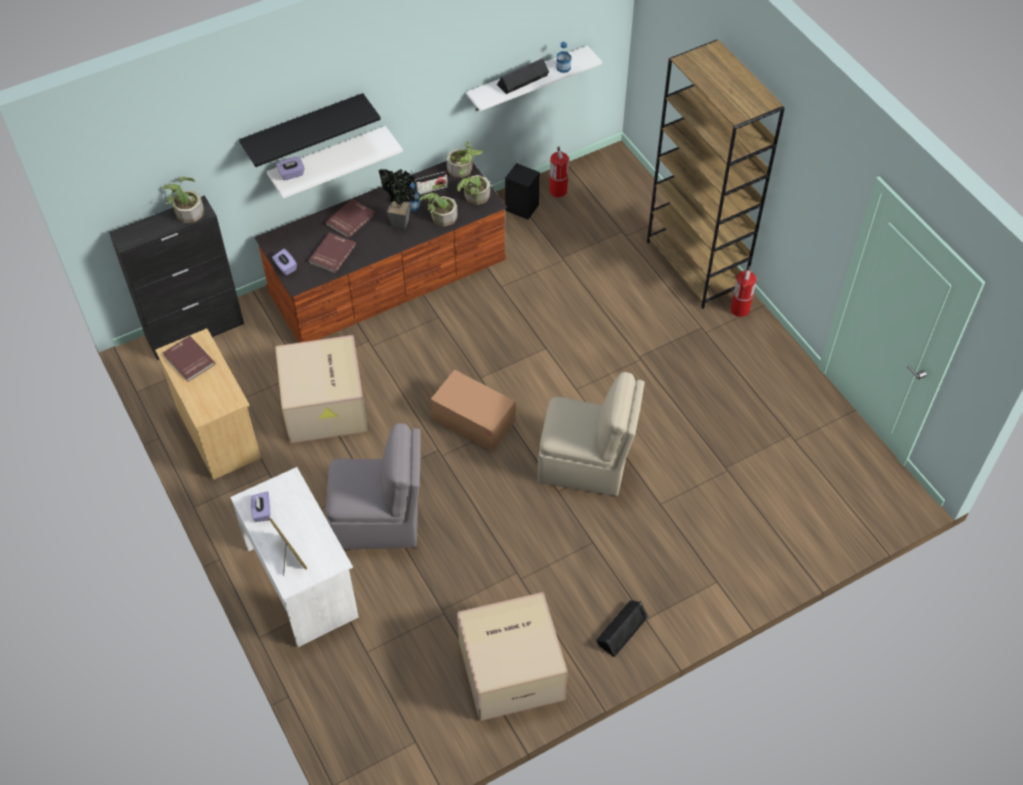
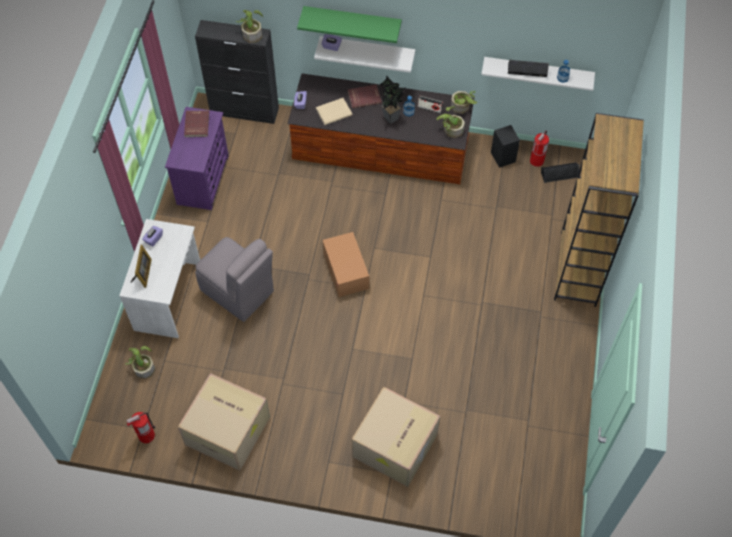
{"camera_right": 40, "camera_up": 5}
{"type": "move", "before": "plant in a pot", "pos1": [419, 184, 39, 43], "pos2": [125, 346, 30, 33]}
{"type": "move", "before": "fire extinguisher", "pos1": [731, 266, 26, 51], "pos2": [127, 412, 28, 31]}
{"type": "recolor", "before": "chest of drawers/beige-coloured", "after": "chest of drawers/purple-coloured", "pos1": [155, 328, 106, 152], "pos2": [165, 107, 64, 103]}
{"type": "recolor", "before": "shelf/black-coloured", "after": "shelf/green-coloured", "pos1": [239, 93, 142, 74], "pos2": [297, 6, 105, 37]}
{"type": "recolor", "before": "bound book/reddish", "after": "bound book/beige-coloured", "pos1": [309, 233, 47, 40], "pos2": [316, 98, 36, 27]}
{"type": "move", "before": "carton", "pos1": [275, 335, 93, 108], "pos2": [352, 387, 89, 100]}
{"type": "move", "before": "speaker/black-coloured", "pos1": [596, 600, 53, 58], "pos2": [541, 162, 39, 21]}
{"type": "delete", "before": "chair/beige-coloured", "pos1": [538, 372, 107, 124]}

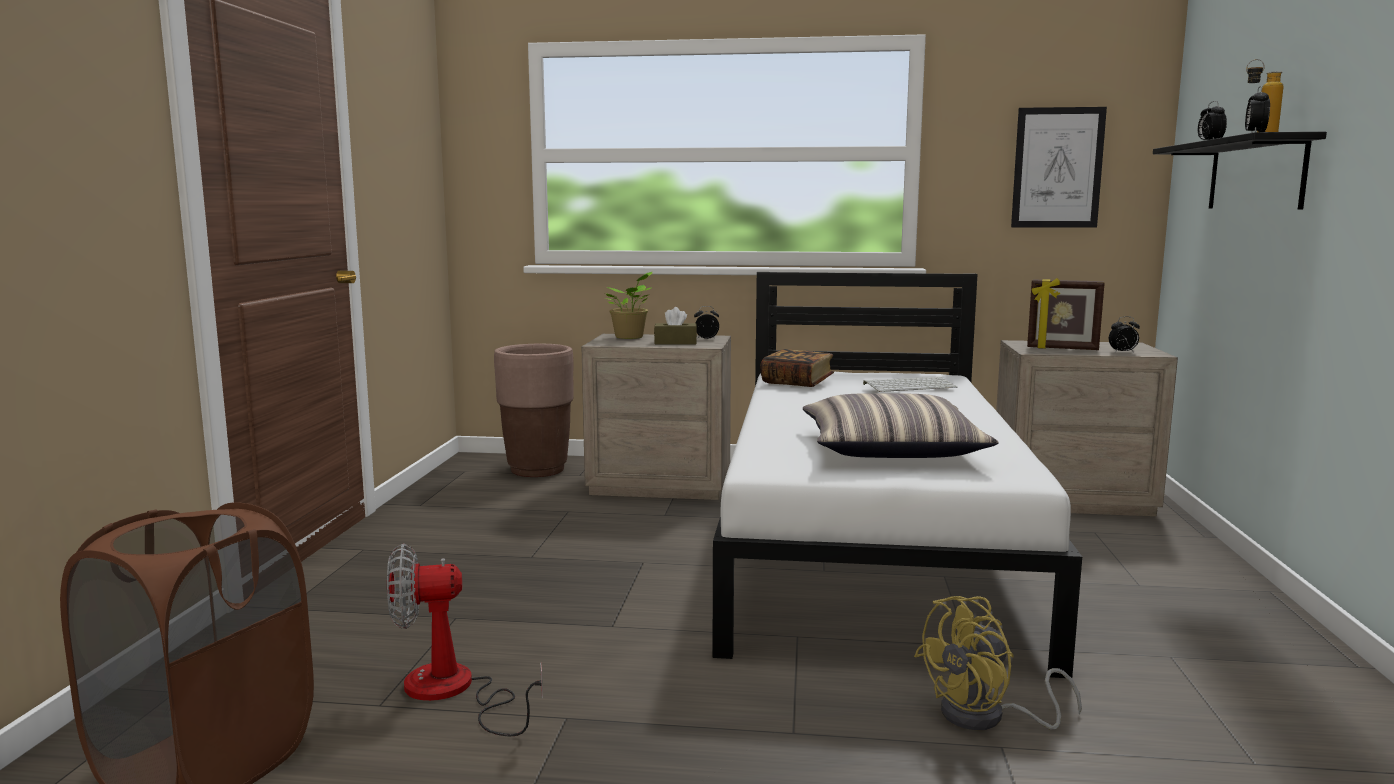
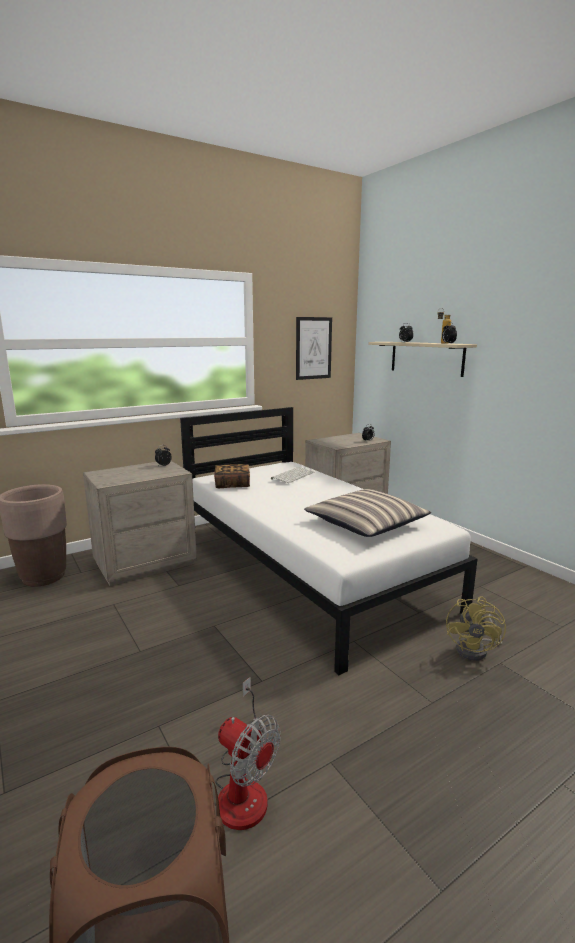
{"camera_right": -40, "camera_up": 5}
{"type": "rotate", "before": "electric fan", "pos1": [387, 544, 156, 193], "pos2": [215, 677, 66, 153], "turn": -90}
{"type": "recolor", "before": "shelf/black-coloured", "after": "shelf/beige-coloured", "pos1": [1153, 132, 174, 78], "pos2": [368, 342, 109, 35]}
{"type": "delete", "before": "plant in a pot", "pos1": [605, 272, 47, 67]}
{"type": "delete", "before": "tissue box/brown", "pos1": [654, 307, 43, 37]}
{"type": "delete", "before": "photo frame", "pos1": [1027, 278, 78, 72]}

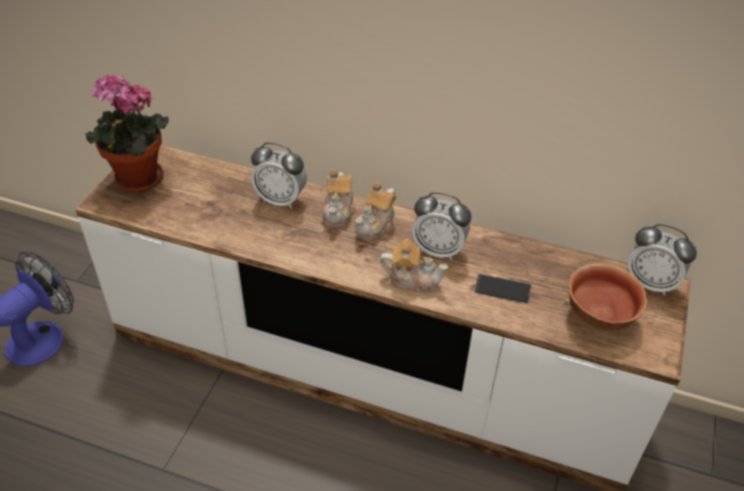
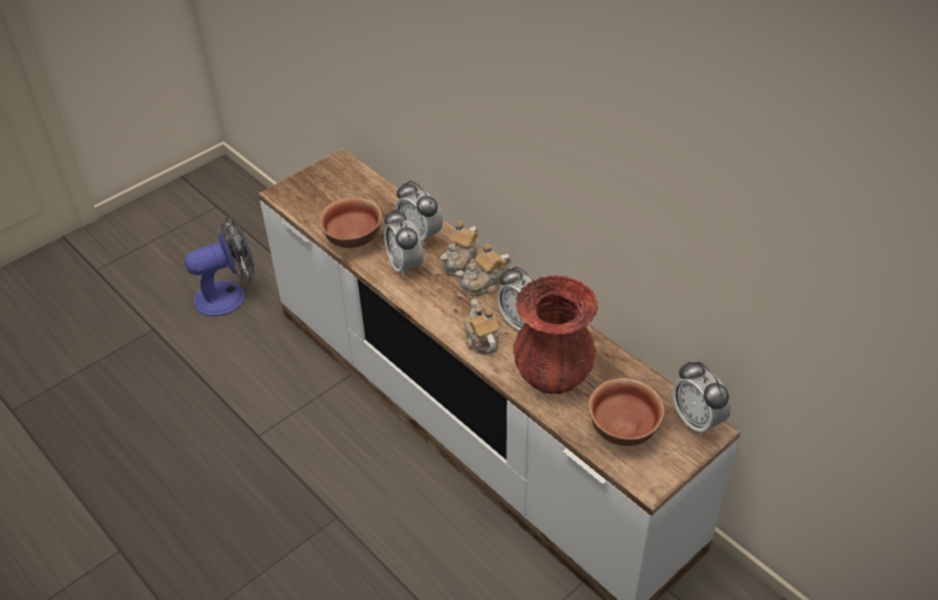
{"camera_right": 30, "camera_up": 0}
{"type": "insert", "after": "bowl", "pos2": [319, 197, 63, 51]}
{"type": "insert", "after": "table clock", "pos2": [384, 209, 39, 68]}
{"type": "rotate", "before": "teapot", "pos1": [380, 239, 68, 54], "pos2": [464, 298, 36, 57], "turn": -150}
{"type": "replace", "before": "handset", "after": "flower vase/reddish", "pos1": [474, 274, 57, 29], "pos2": [513, 275, 86, 119]}
{"type": "delete", "before": "plant in a pot", "pos1": [85, 75, 84, 118]}

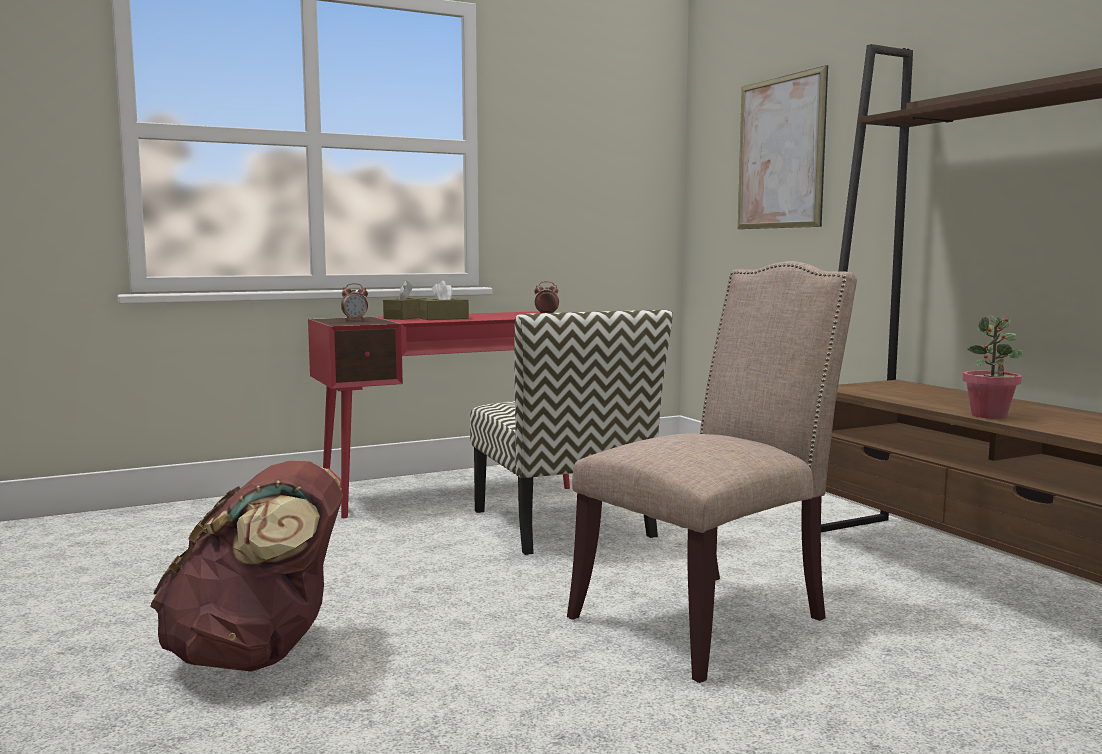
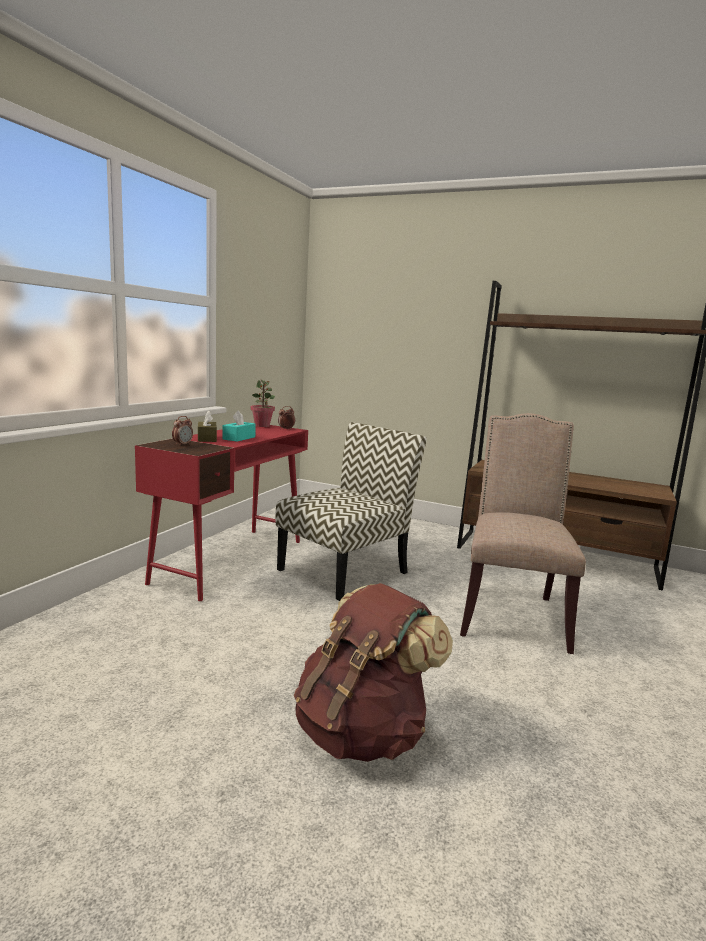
{"camera_right": -40, "camera_up": 5}
{"type": "recolor", "before": "tissue box/brown", "after": "tissue box/turquoise-coloured", "pos1": [419, 281, 50, 39], "pos2": [222, 410, 34, 32]}
{"type": "move", "before": "plant in a pot", "pos1": [963, 315, 61, 104], "pos2": [250, 380, 25, 47]}
{"type": "rotate", "before": "chair", "pos1": [470, 310, 203, 245], "pos2": [275, 422, 152, 179], "turn": -75}
{"type": "delete", "before": "picture", "pos1": [738, 65, 90, 164]}

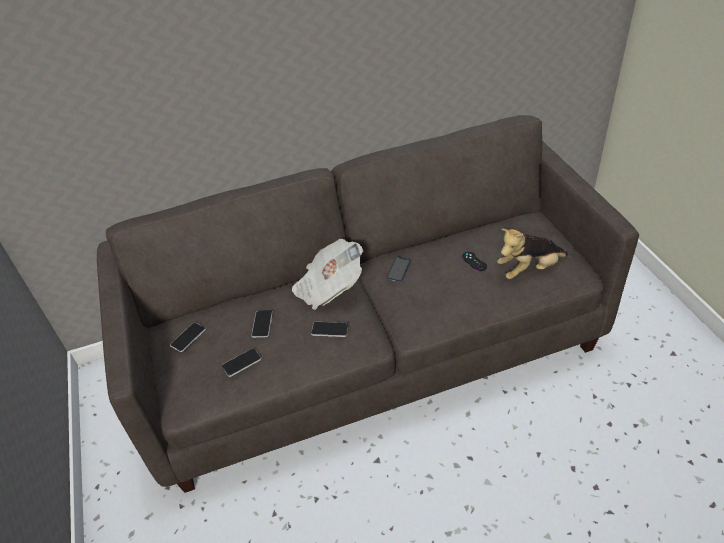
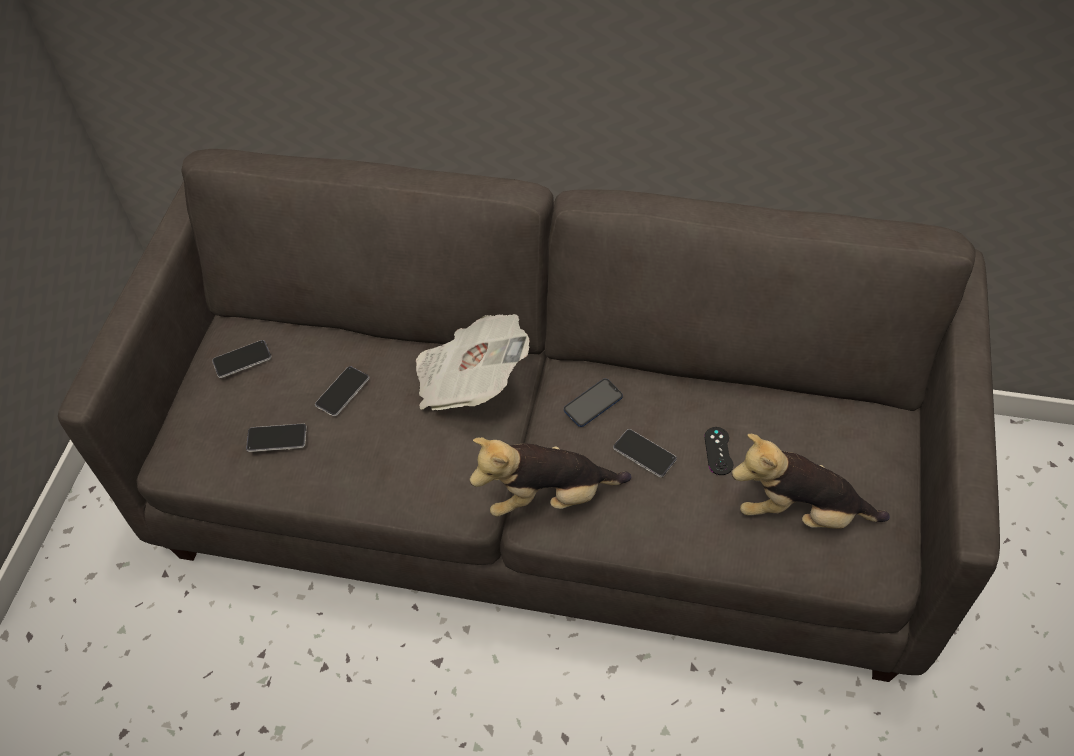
{"camera_right": 30, "camera_up": 10}
{"type": "insert", "after": "soft toy", "pos2": [470, 437, 161, 80]}
{"type": "move", "before": "handset", "pos1": [311, 322, 38, 15], "pos2": [613, 429, 64, 48]}

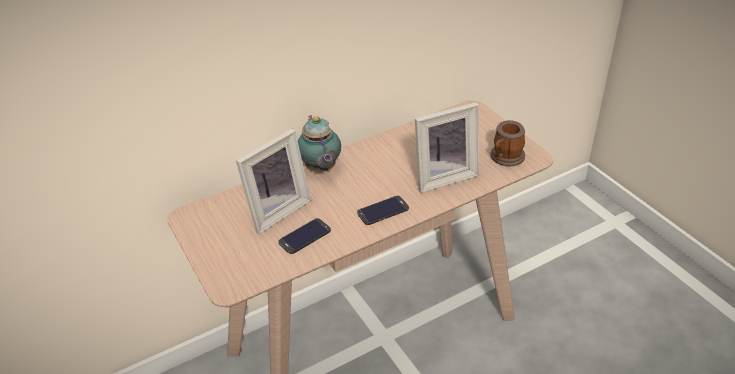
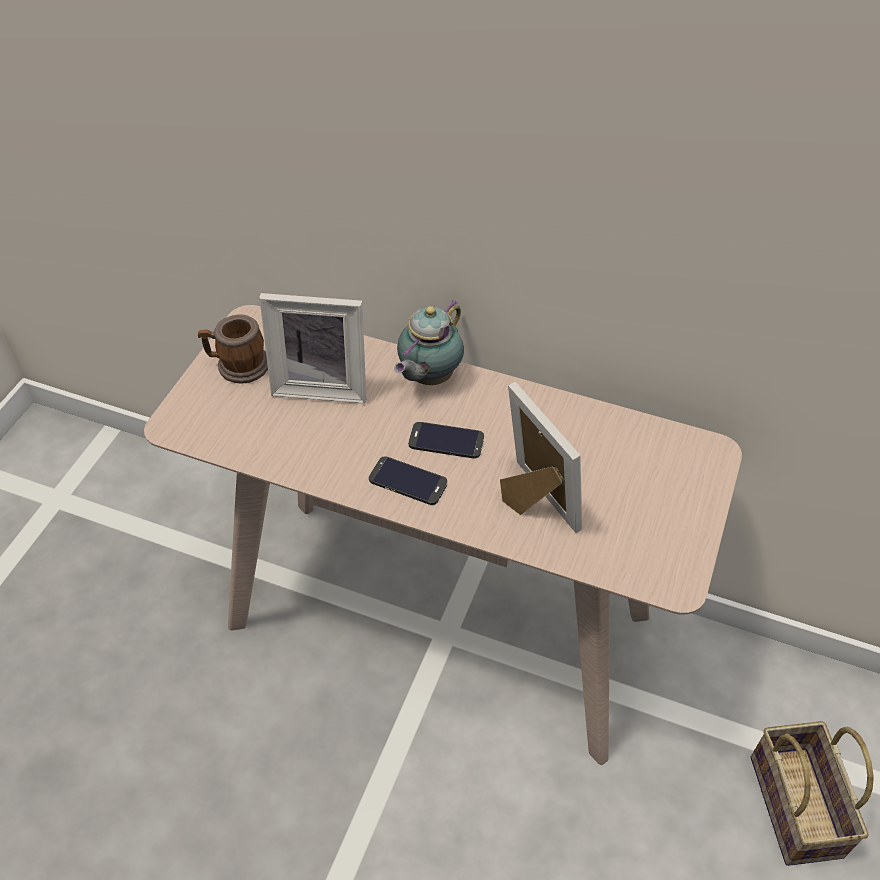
{"camera_right": 50, "camera_up": 10}
{"type": "move", "before": "mug", "pos1": [490, 120, 35, 46], "pos2": [198, 314, 70, 70]}
{"type": "move", "before": "handset", "pos1": [278, 218, 53, 36], "pos2": [408, 422, 76, 36]}
{"type": "rotate", "before": "photo frame", "pos1": [415, 102, 64, 91], "pos2": [500, 382, 82, 151], "turn": -150}
{"type": "insert", "after": "storage basket", "pos2": [751, 721, 123, 145]}

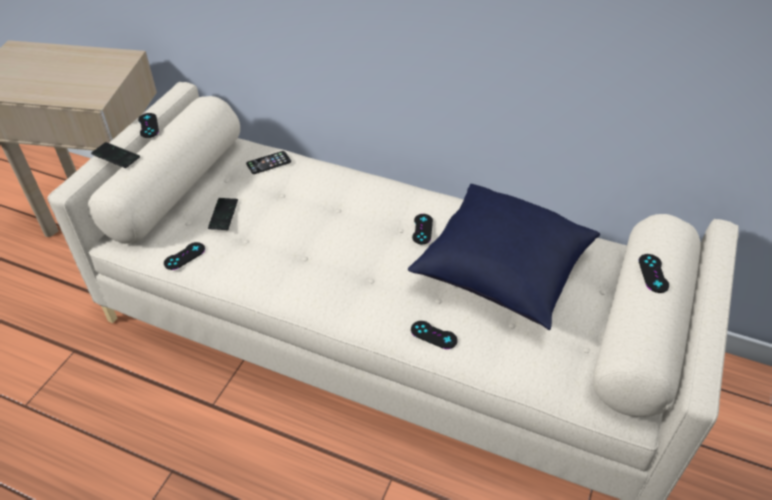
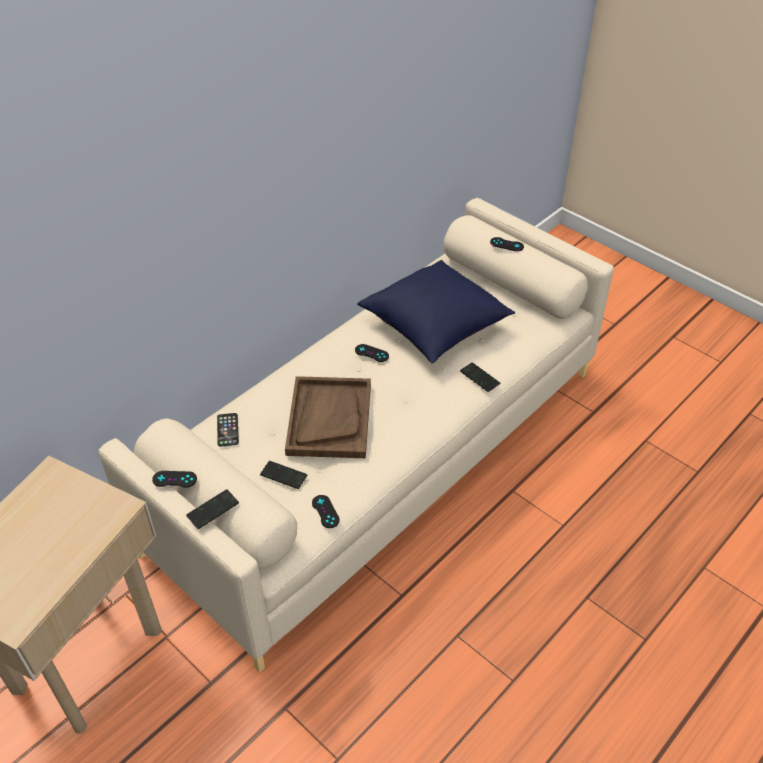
{"camera_right": -70, "camera_up": 0}
{"type": "insert", "after": "carrying tray/brown", "pos2": [285, 376, 86, 82]}
{"type": "replace", "before": "gamepad/black-coloured", "after": "handset", "pos1": [411, 321, 47, 28], "pos2": [460, 362, 40, 30]}

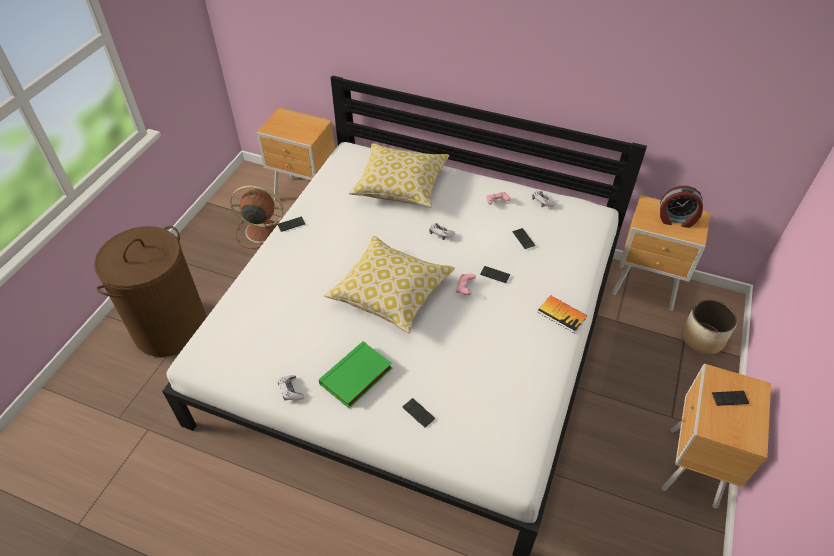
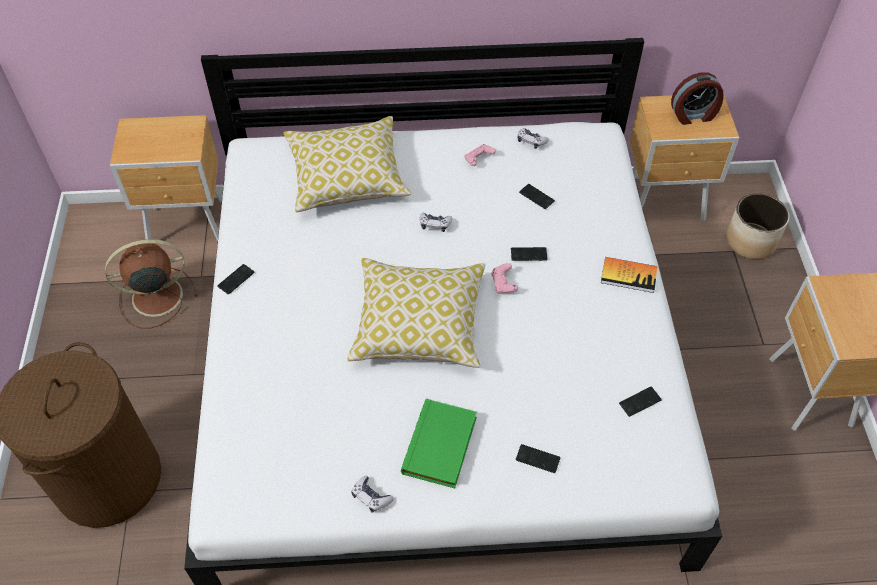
{"camera_right": -25, "camera_up": 5}
{"type": "move", "before": "handset", "pos1": [712, 391, 37, 15], "pos2": [619, 386, 43, 31]}

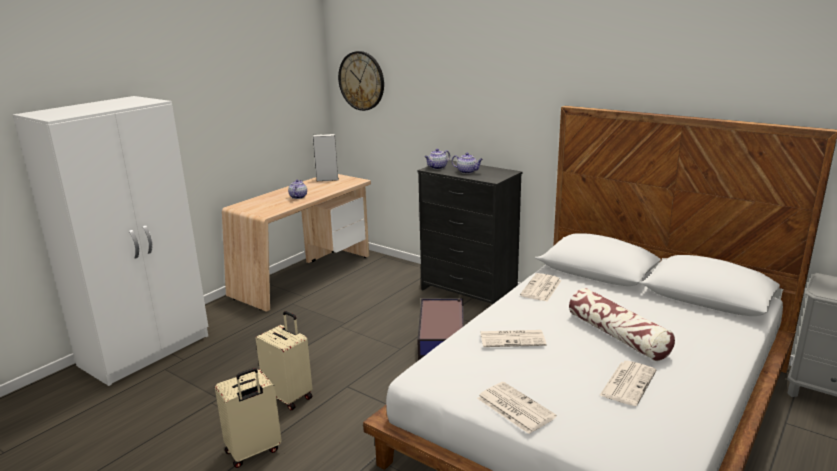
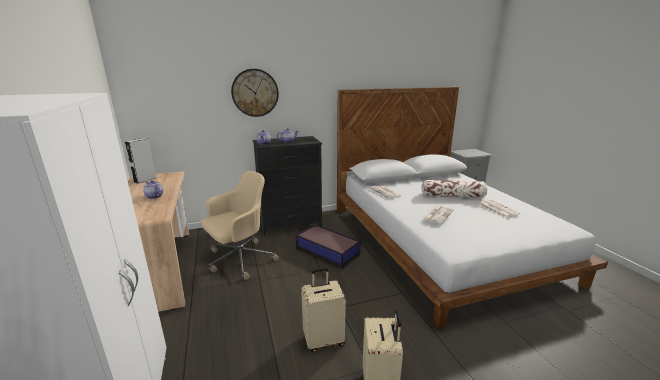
{"camera_right": -55, "camera_up": 0}
{"type": "insert", "after": "office chair/beige-coloured", "pos2": [201, 171, 78, 109]}
{"type": "move", "before": "wall clock", "pos1": [338, 51, 46, 60], "pos2": [231, 69, 48, 48]}
{"type": "delete", "before": "printed paper", "pos1": [477, 382, 80, 52]}

